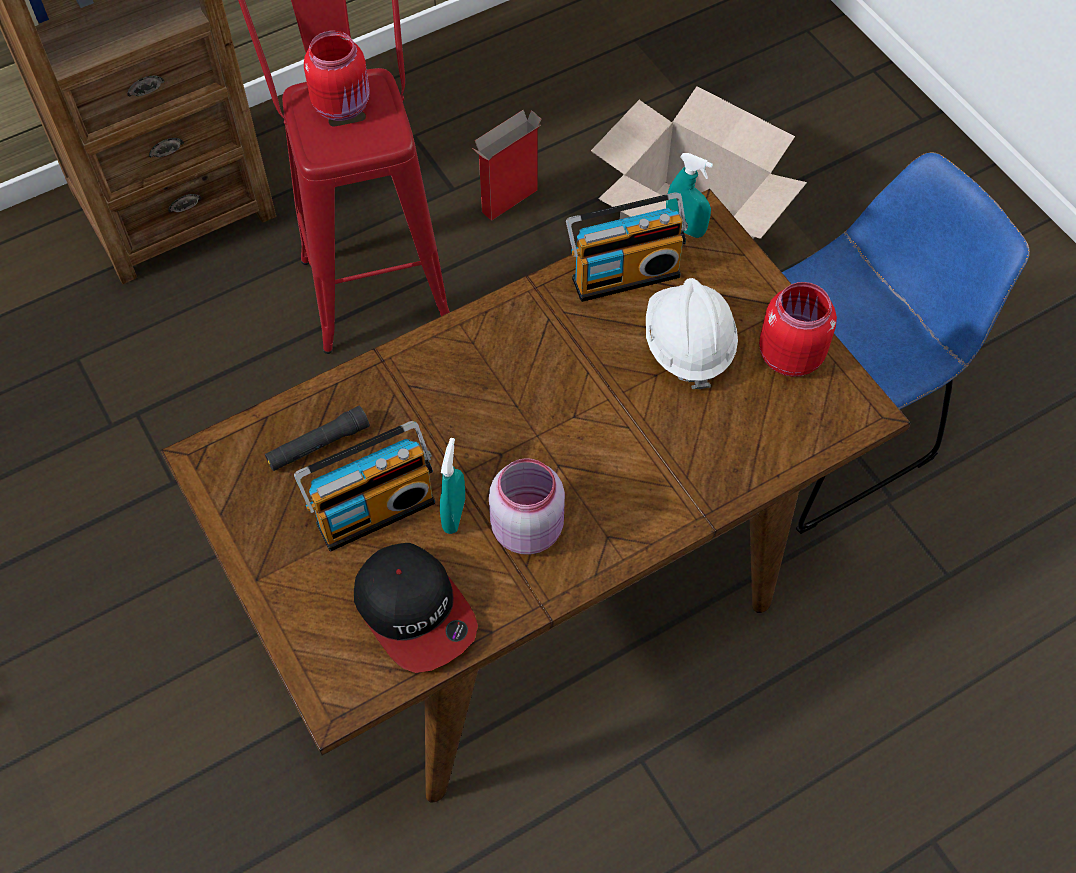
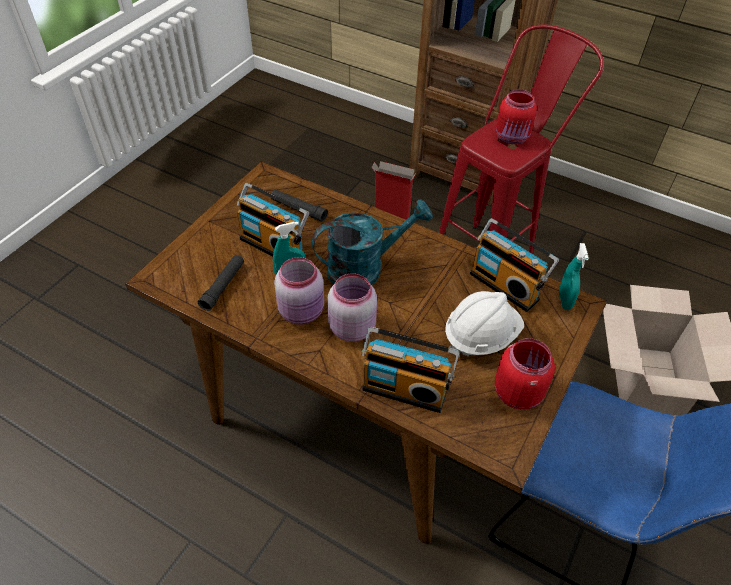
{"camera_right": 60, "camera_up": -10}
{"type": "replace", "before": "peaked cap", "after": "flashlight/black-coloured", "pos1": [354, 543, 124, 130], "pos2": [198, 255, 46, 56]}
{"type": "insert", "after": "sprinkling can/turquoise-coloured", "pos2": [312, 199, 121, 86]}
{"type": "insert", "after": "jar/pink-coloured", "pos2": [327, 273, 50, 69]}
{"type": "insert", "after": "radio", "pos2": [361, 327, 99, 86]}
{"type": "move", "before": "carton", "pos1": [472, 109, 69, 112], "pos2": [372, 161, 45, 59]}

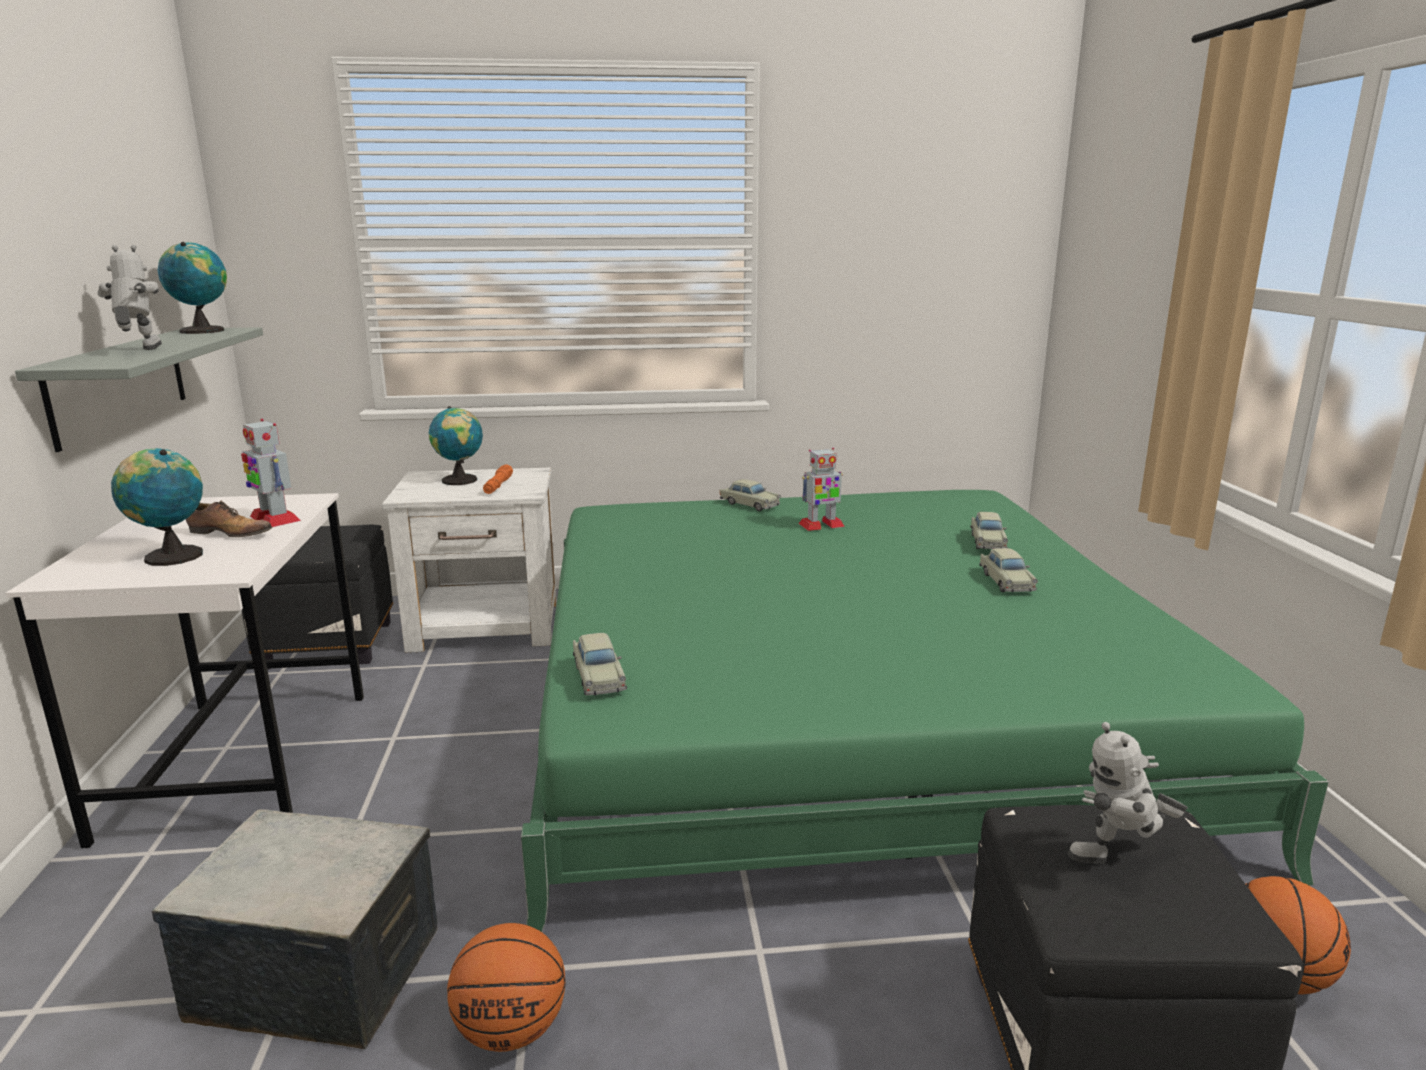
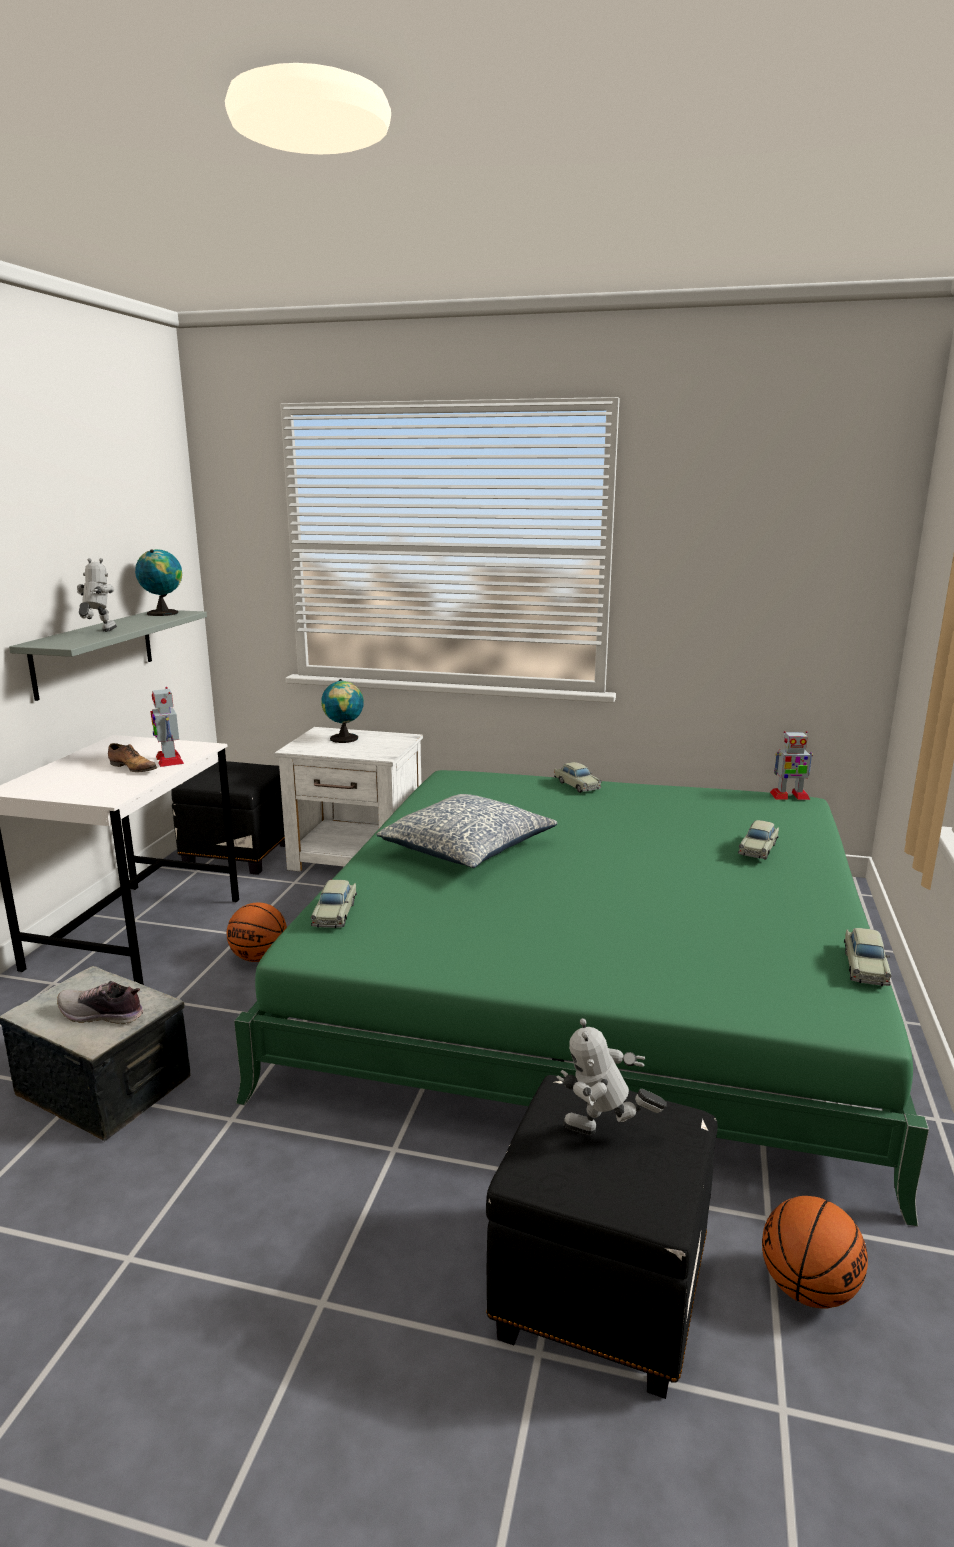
{"camera_right": 20, "camera_up": 0}
{"type": "insert", "after": "low shoe", "pos2": [57, 981, 86, 43]}
{"type": "move", "before": "basketball ball", "pos1": [447, 923, 118, 129], "pos2": [227, 902, 60, 60]}
{"type": "insert", "after": "throw pillow", "pos2": [376, 794, 181, 74]}
{"type": "move", "before": "toy robot", "pos1": [799, 448, 46, 83], "pos2": [770, 731, 43, 69]}
{"type": "move", "before": "miniature car/beige-coloured", "pos1": [980, 548, 58, 44], "pos2": [844, 928, 47, 58]}
{"type": "delete", "before": "desk globe", "pos1": [111, 448, 92, 118]}
{"type": "delete", "before": "flashlight/orange", "pos1": [483, 464, 30, 30]}

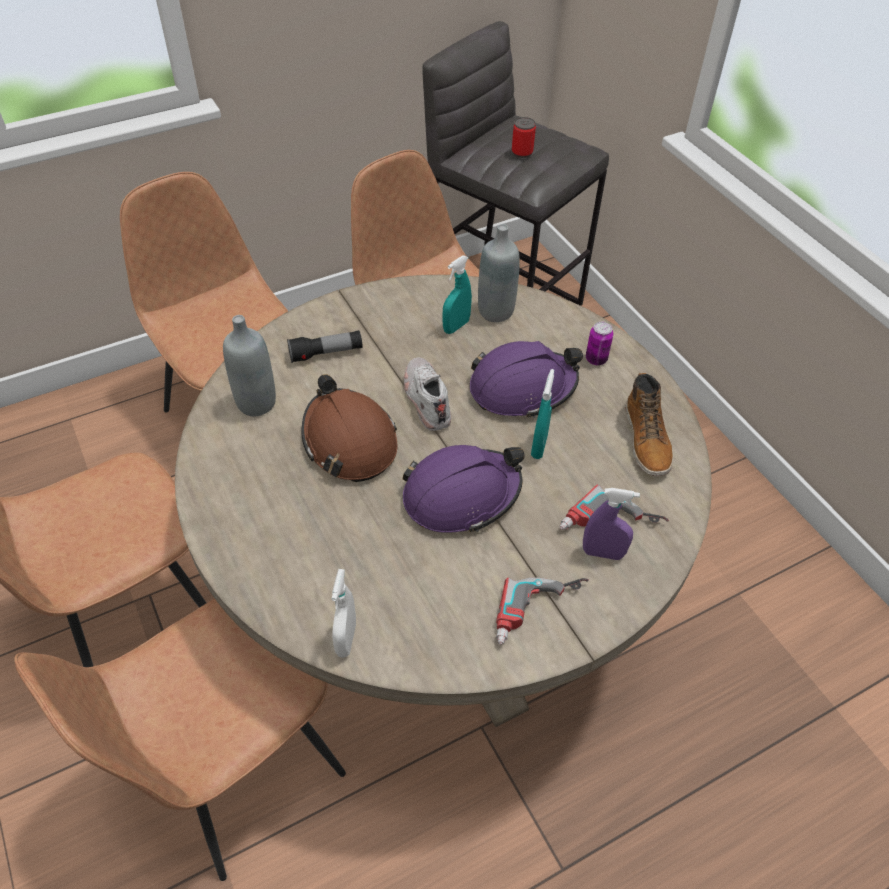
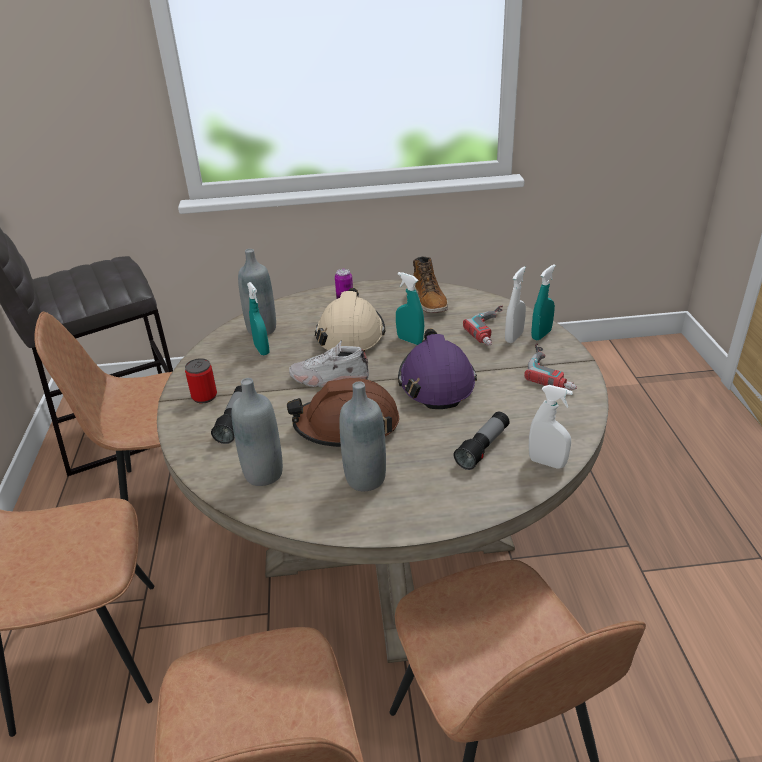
{"camera_right": -65, "camera_up": -15}
{"type": "move", "before": "metal can", "pos1": [512, 117, 24, 41], "pos2": [185, 358, 32, 46]}
{"type": "recolor", "before": "hard hat/purple-coloured", "after": "hard hat/beige-coloured", "pos1": [470, 341, 113, 77], "pos2": [315, 288, 70, 63]}
{"type": "insert", "after": "bottle/grey", "pos2": [339, 381, 47, 110]}
{"type": "rotate", "before": "tall boot", "pos1": [626, 373, 47, 103], "pos2": [413, 257, 35, 56], "turn": 60}
{"type": "insert", "after": "flashlight", "pos2": [454, 412, 56, 58]}
{"type": "recolor", "before": "hand sprayer/purple-coloured", "after": "hand sprayer/whitish", "pos1": [583, 488, 57, 72], "pos2": [505, 266, 21, 77]}
{"type": "insert", "after": "hand sprayer/turquoise-coloured", "pos2": [531, 264, 25, 77]}

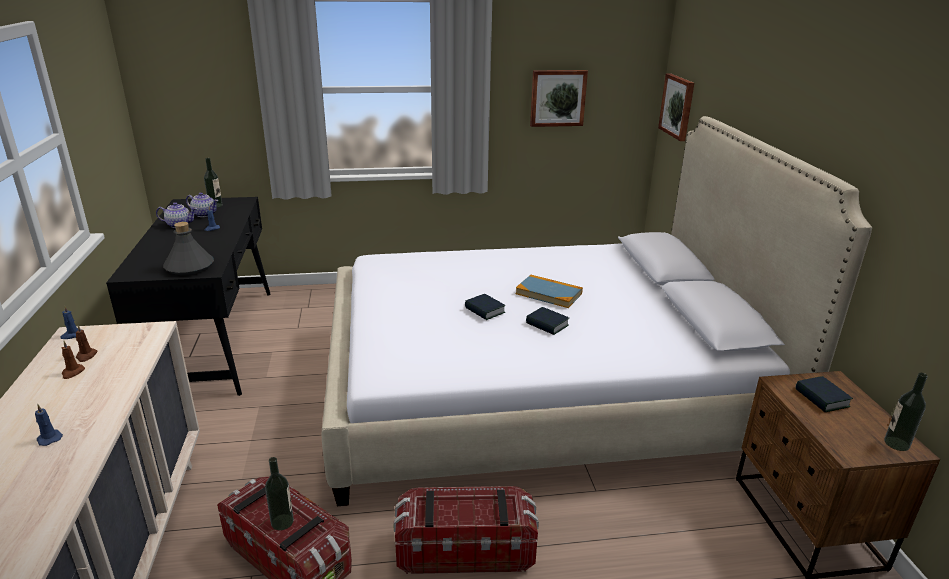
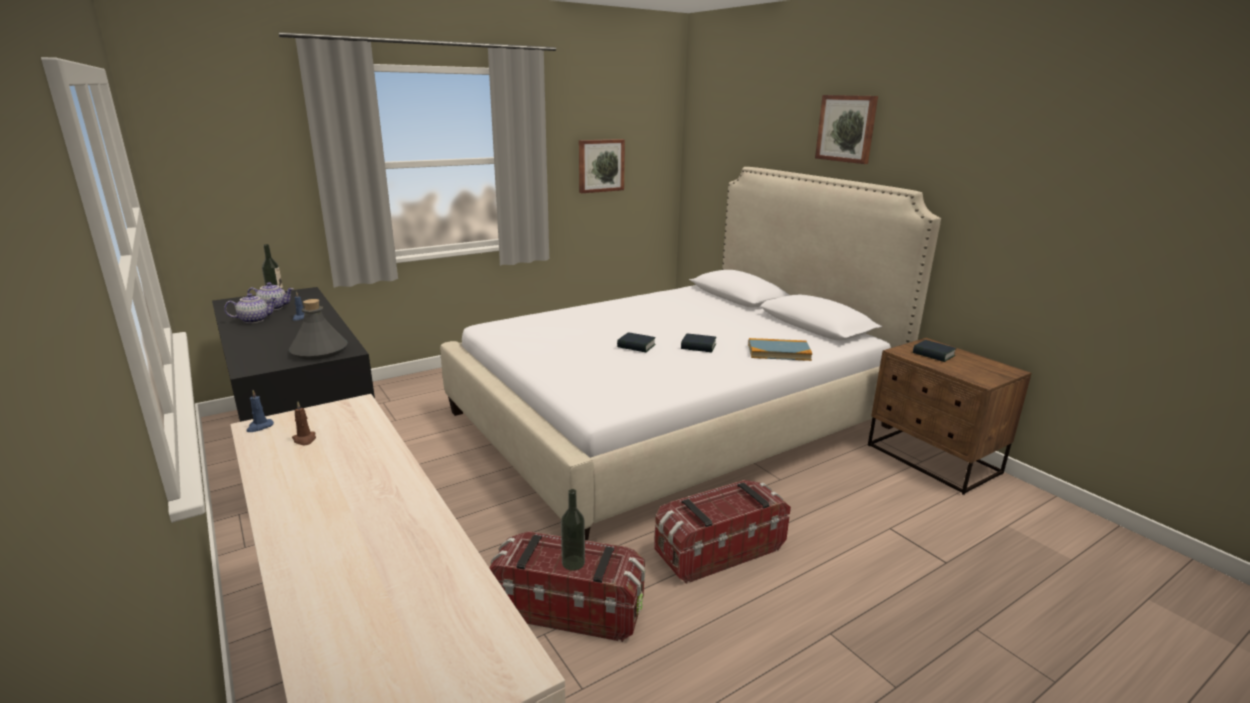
{"camera_right": -25, "camera_up": -5}
{"type": "move", "before": "bound book", "pos1": [515, 275, 68, 33], "pos2": [748, 338, 64, 23]}
{"type": "move", "before": "picture", "pos1": [658, 73, 36, 68], "pos2": [815, 95, 63, 69]}
{"type": "delete", "before": "wax light/blue-coloured", "pos1": [35, 404, 28, 42]}
{"type": "delete", "before": "wax light/brown", "pos1": [62, 341, 23, 38]}
{"type": "delete", "before": "bottle", "pos1": [884, 373, 44, 78]}

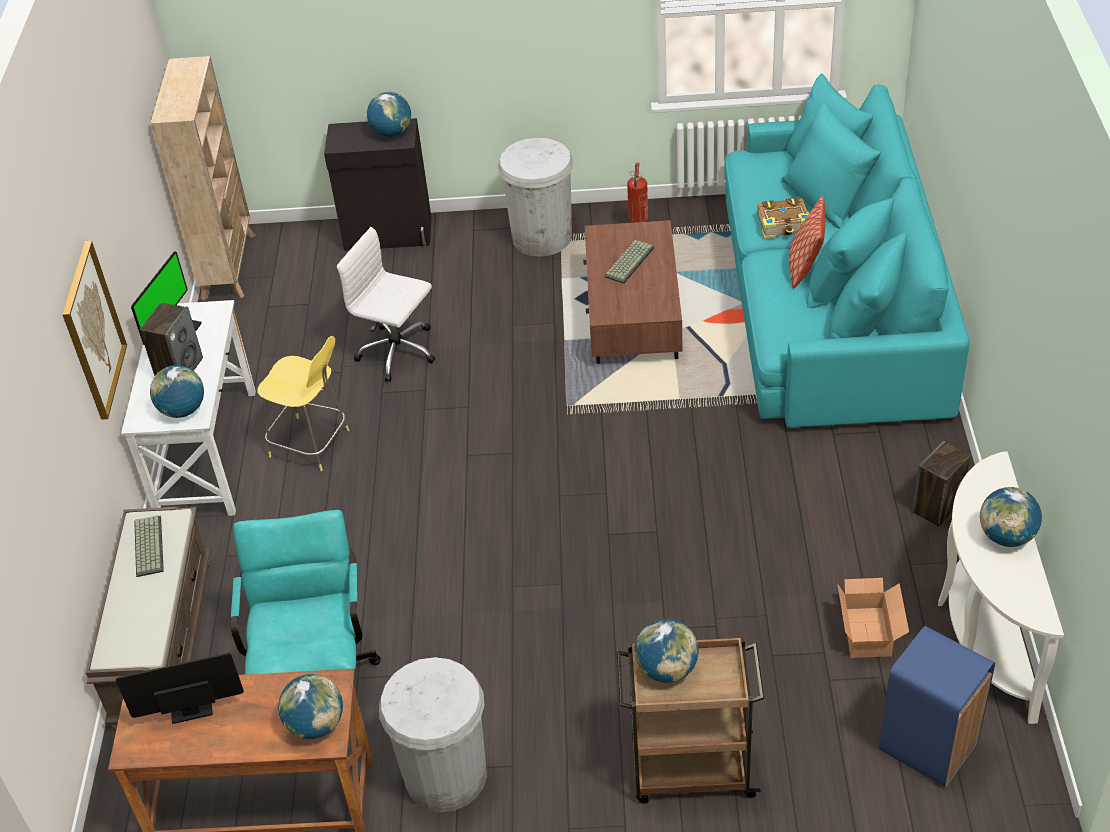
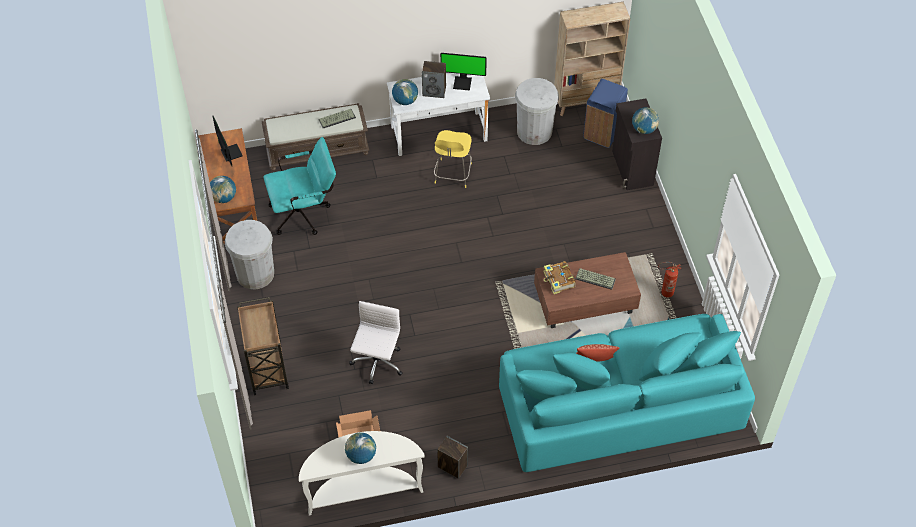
{"camera_right": 75, "camera_up": 10}
{"type": "move", "before": "office chair/whitish", "pos1": [337, 227, 98, 155], "pos2": [349, 301, 54, 83]}
{"type": "move", "before": "rubbish bin/whitish", "pos1": [498, 138, 76, 119], "pos2": [515, 78, 44, 67]}
{"type": "move", "before": "bound book", "pos1": [757, 197, 52, 42], "pos2": [543, 261, 33, 33]}
{"type": "move", "before": "rubbish bin/blue-coloured", "pos1": [879, 626, 116, 162], "pos2": [583, 79, 45, 69]}
{"type": "delete", "before": "picture", "pos1": [62, 241, 65, 179]}
{"type": "delete", "before": "desk globe", "pos1": [635, 619, 64, 64]}

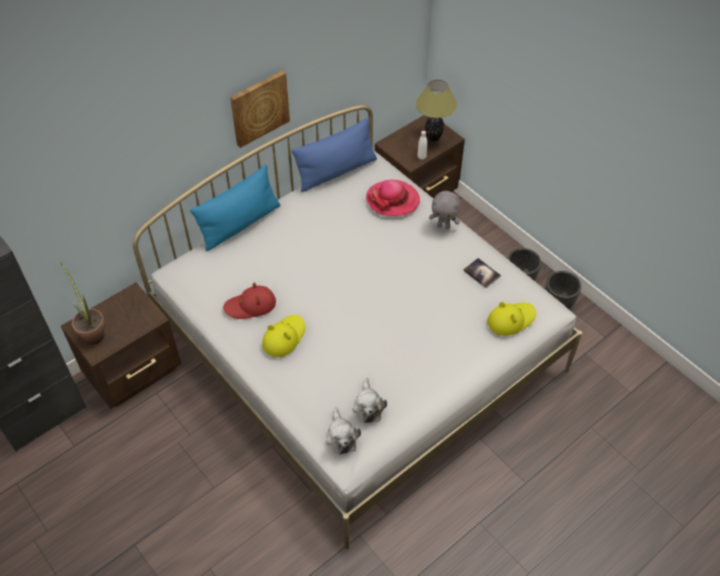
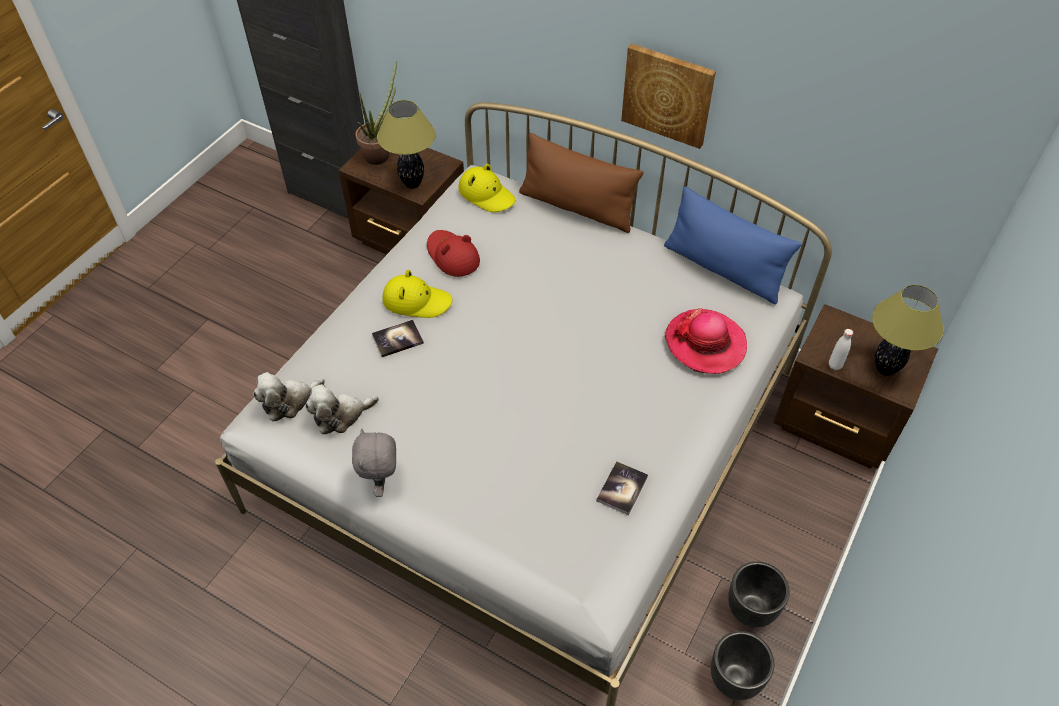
{"camera_right": 70, "camera_up": 0}
{"type": "move", "before": "soft toy/grey", "pos1": [429, 191, 31, 38], "pos2": [352, 429, 44, 68]}
{"type": "insert", "after": "bound book", "pos2": [372, 320, 52, 37]}
{"type": "insert", "after": "tabletop lamp", "pos2": [377, 100, 59, 89]}
{"type": "move", "before": "clothing hat/yellow-coloured", "pos1": [487, 302, 49, 34], "pos2": [458, 164, 57, 48]}
{"type": "recolor", "before": "throw pillow/blue-coloured", "after": "throw pillow/brown", "pos1": [190, 165, 90, 86], "pos2": [519, 133, 124, 100]}

